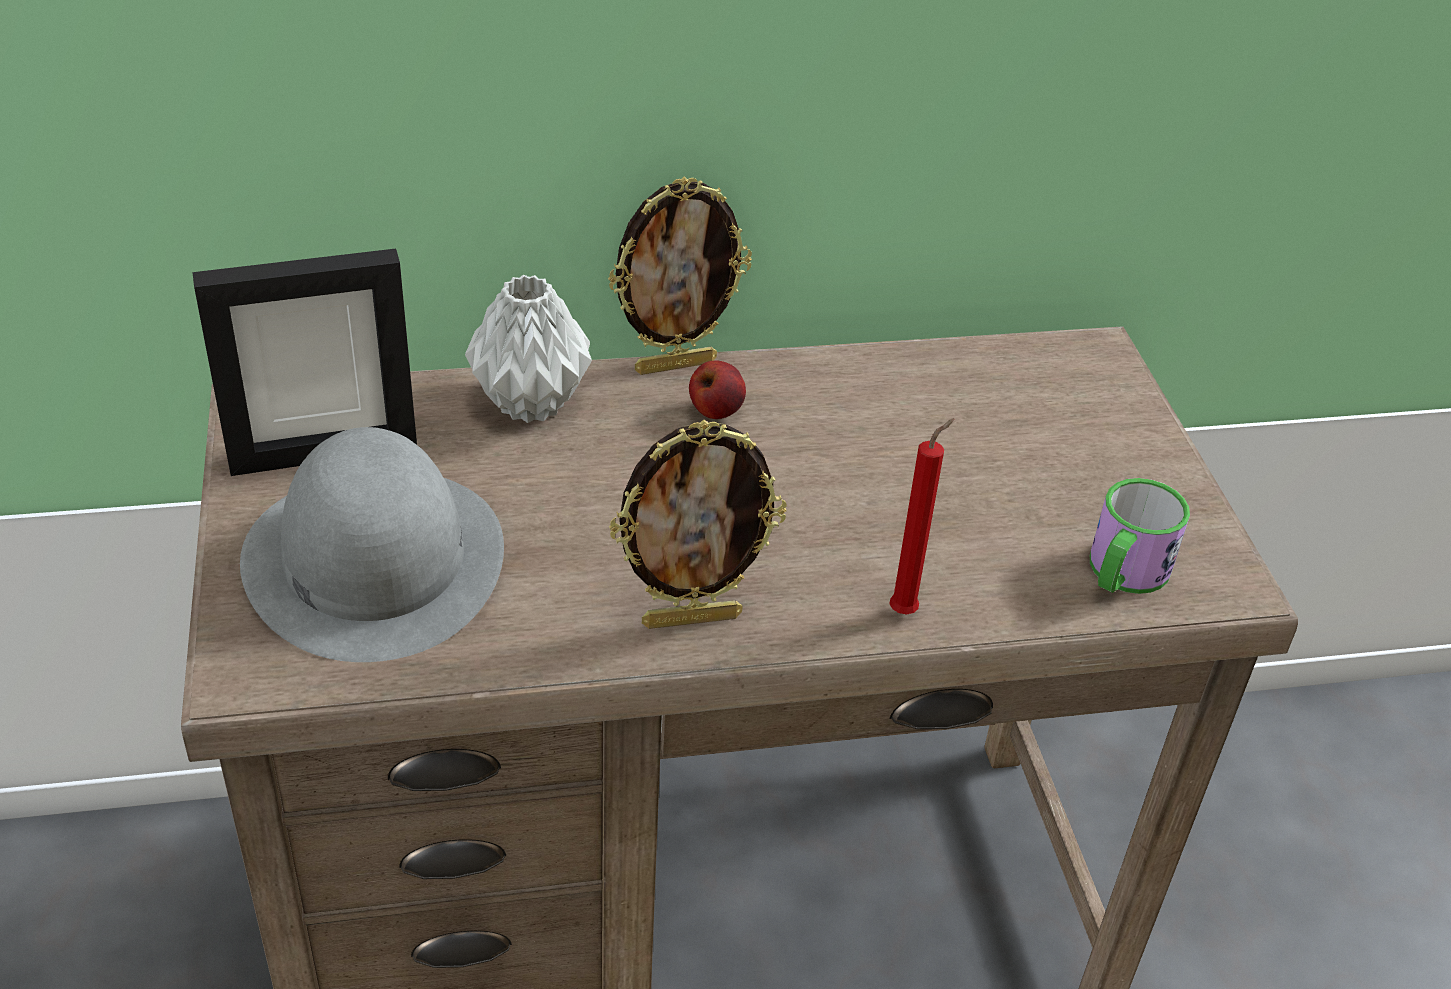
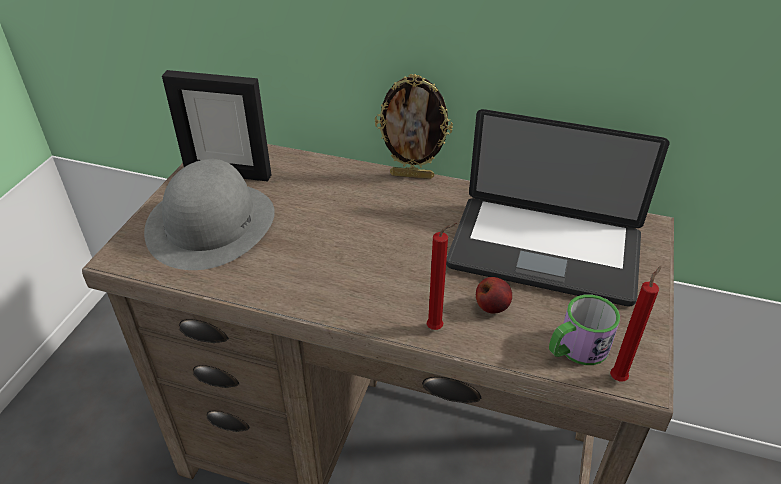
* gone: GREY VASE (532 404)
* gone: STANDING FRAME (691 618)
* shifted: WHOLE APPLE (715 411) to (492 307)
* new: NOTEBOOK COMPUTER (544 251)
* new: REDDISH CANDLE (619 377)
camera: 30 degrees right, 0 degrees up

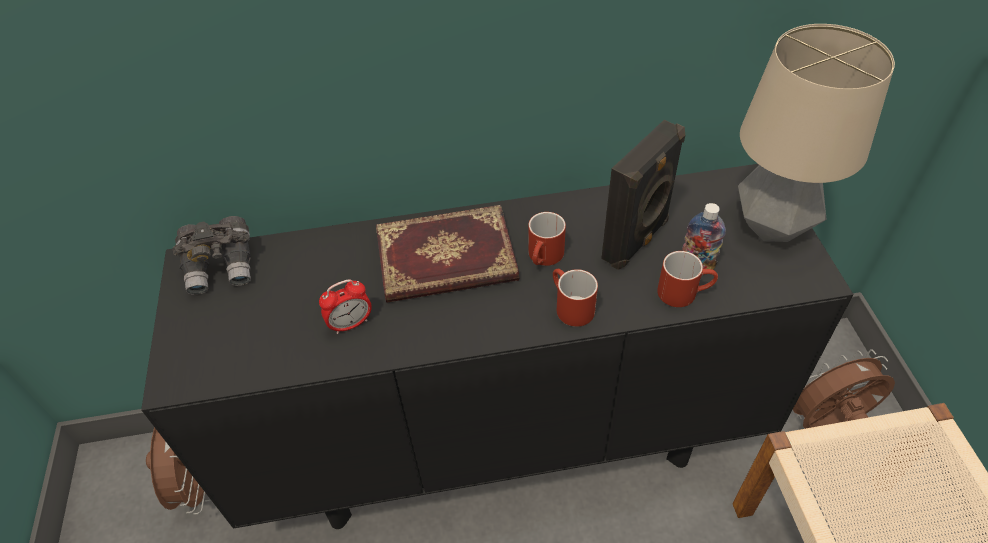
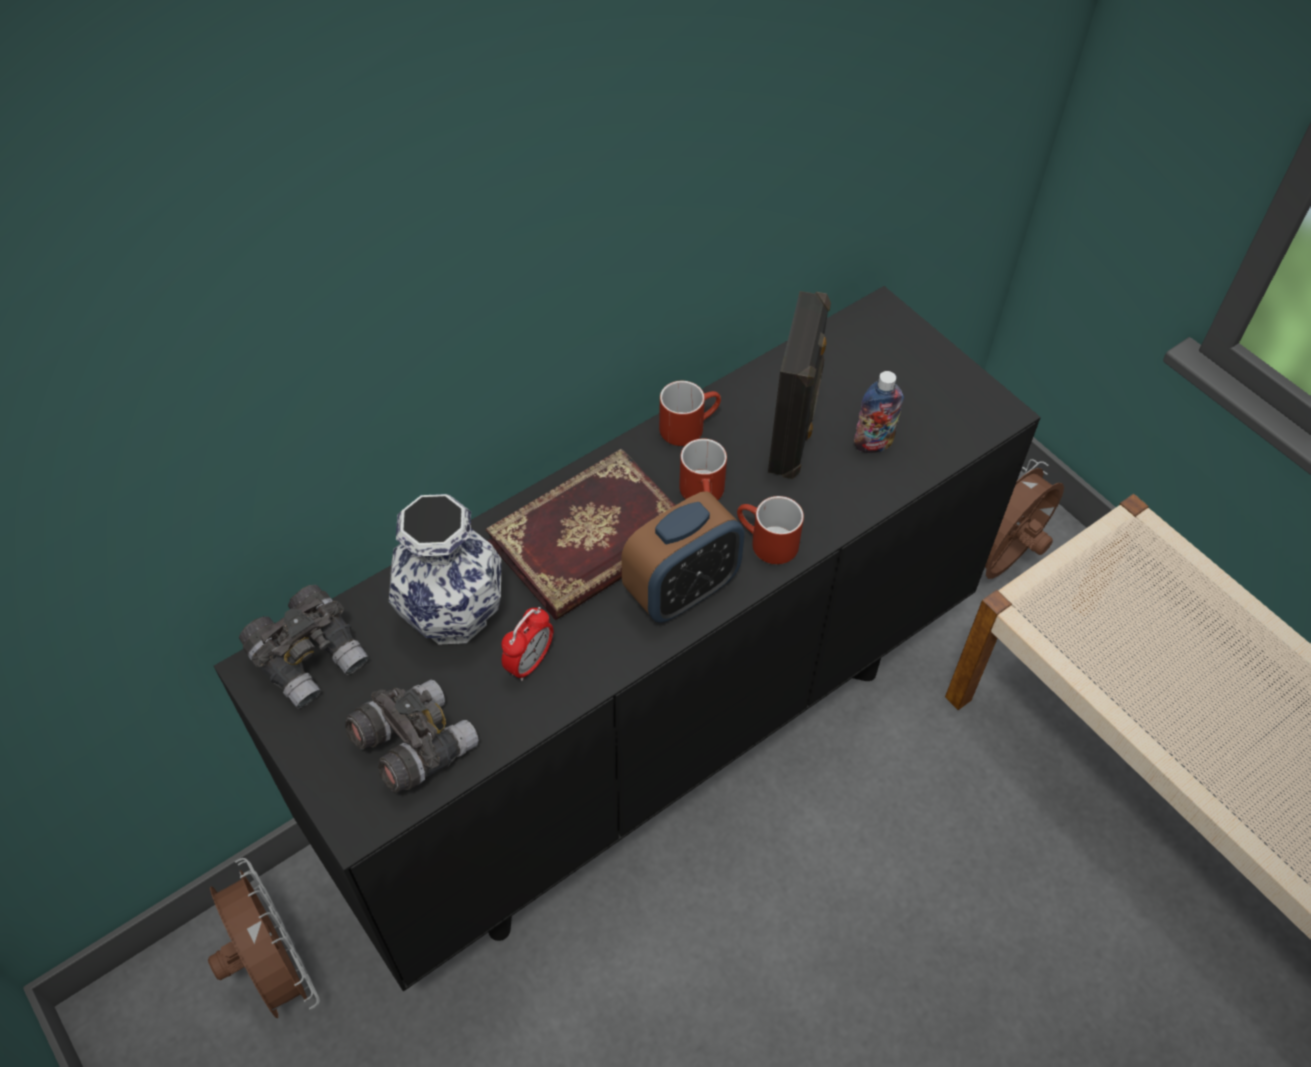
* shifted: REDDISH MUG (684 292) to (689 425)
* gone: TABLE LAMP (773 227)
* new: GREY BINOCULARS (414 745)
* new: VASE (455 615)
* new: BEDSIDE CLOCK (682 590)
camera: 30 degrees left, 5 degrees up

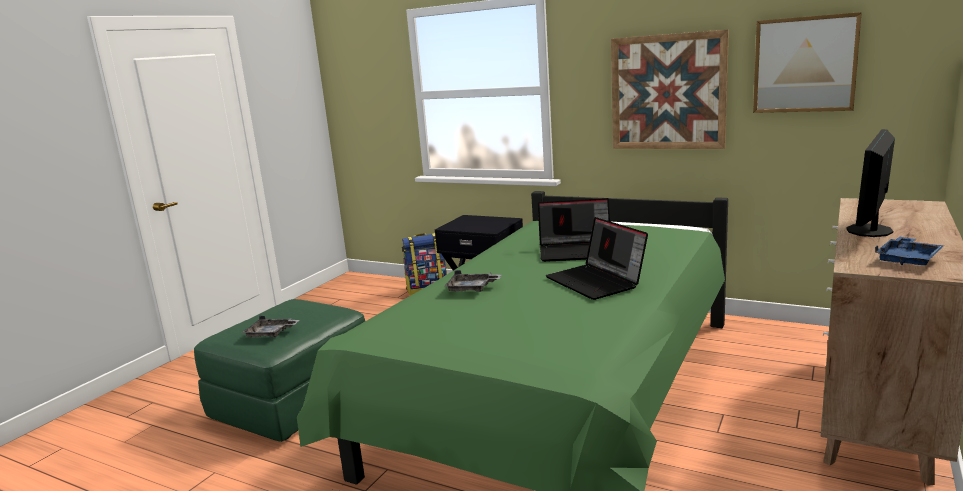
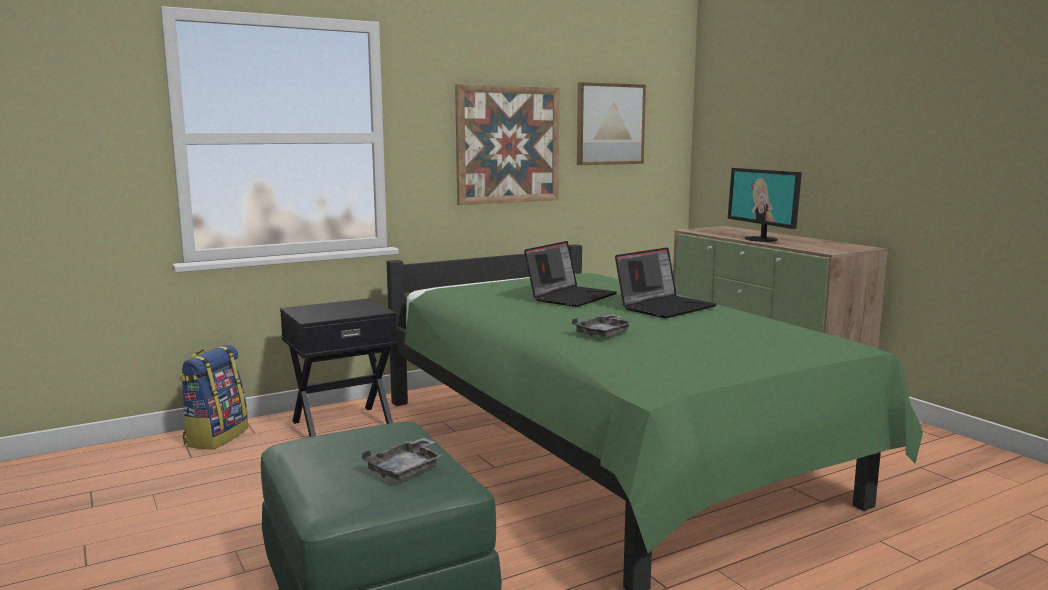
* rotated: NOTEBOOK COMPUTER (597 282) = (665 307) 45 degrees counterclockwise
* gone: BLUE TRAY (908 259)
camera: 60 degrees left, 5 degrees down

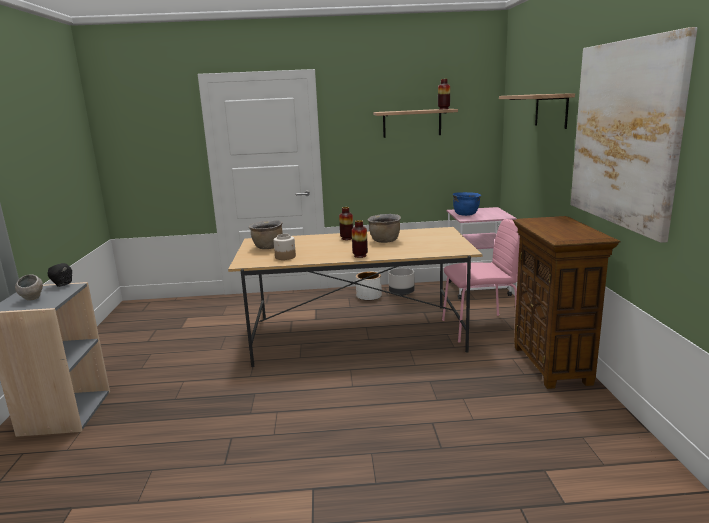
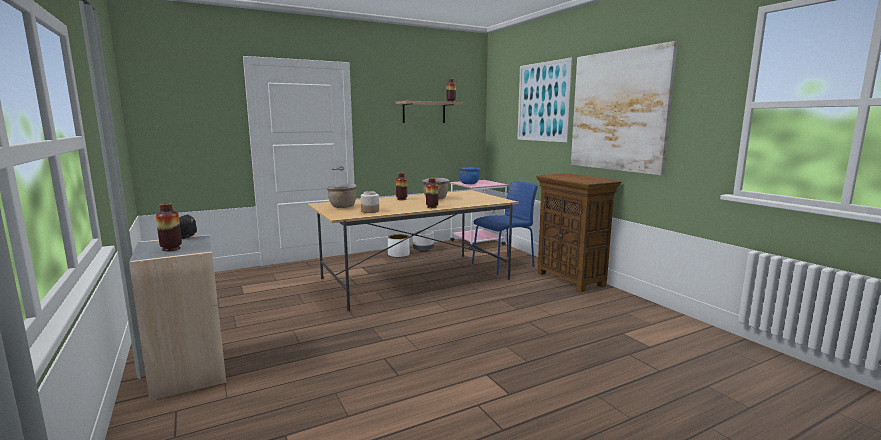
* swapped: GREY BOWL (32 300) to VASE (171 249)
* repainted: PINK UPRIGHT CHAIR (482 327) to BLUE UPRIGHT CHAIR (504 264)
* swapped: SHELF (551 110) to WALL ART (543 102)
camera: 25 degrees left, 5 degrees down

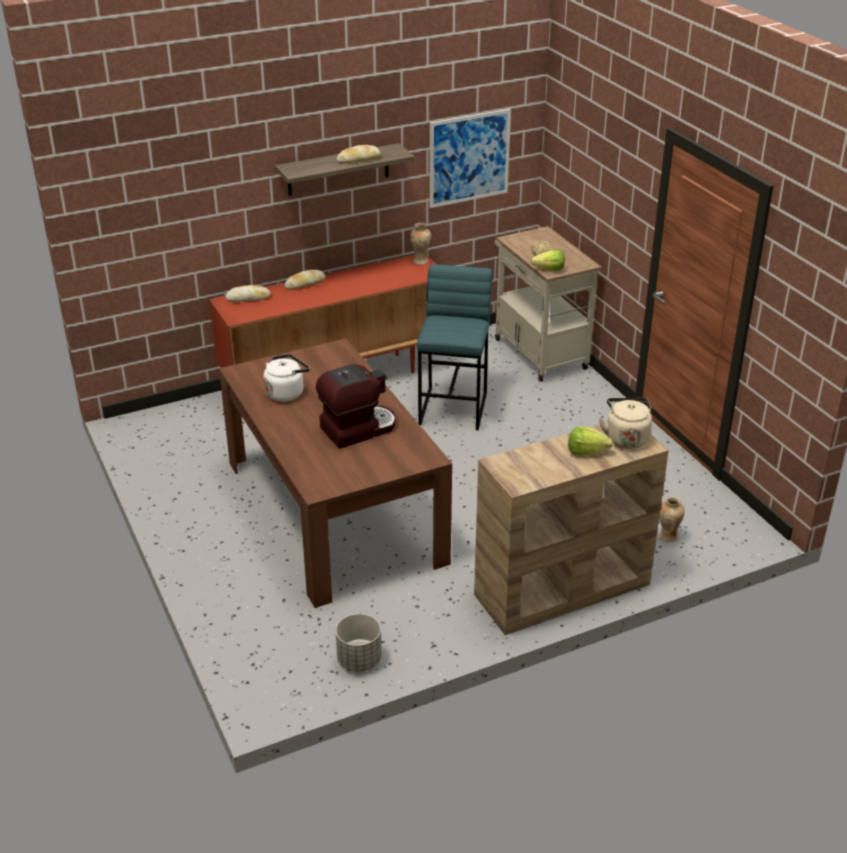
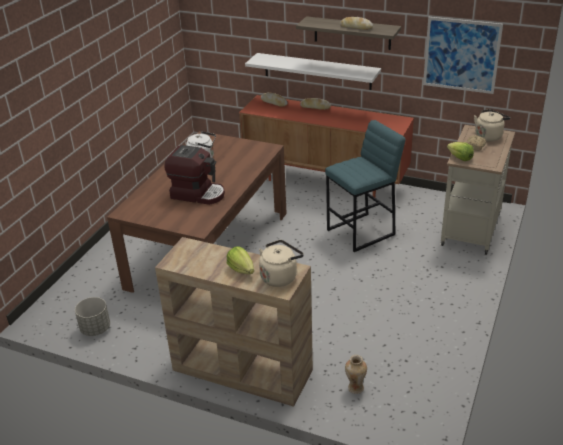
* gone: VASE (420 261)
* new: WHITE SHELF (317 71)
* new: BEIGE TEA KETTLE (489 136)
camera: 50 degrees right, 0 degrees up

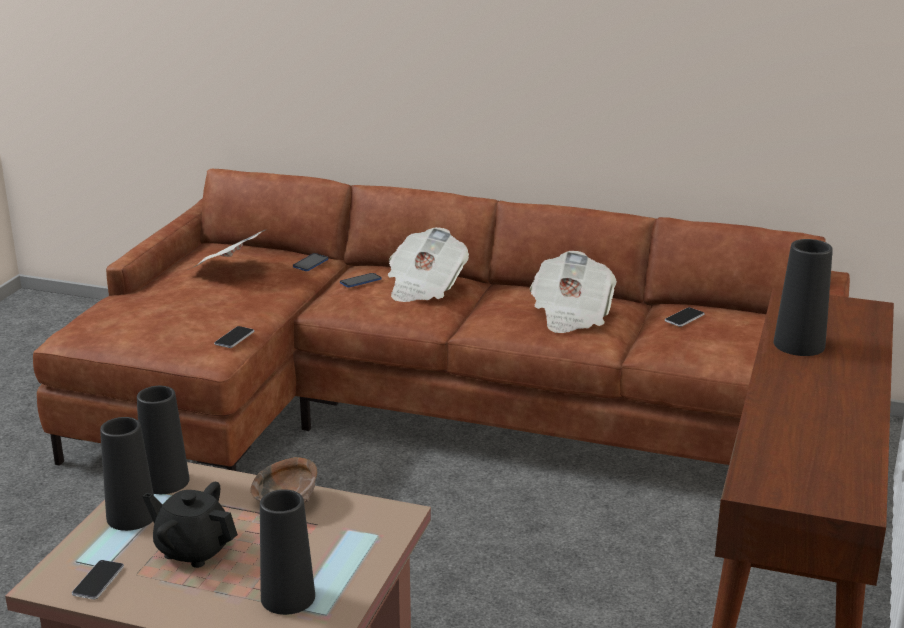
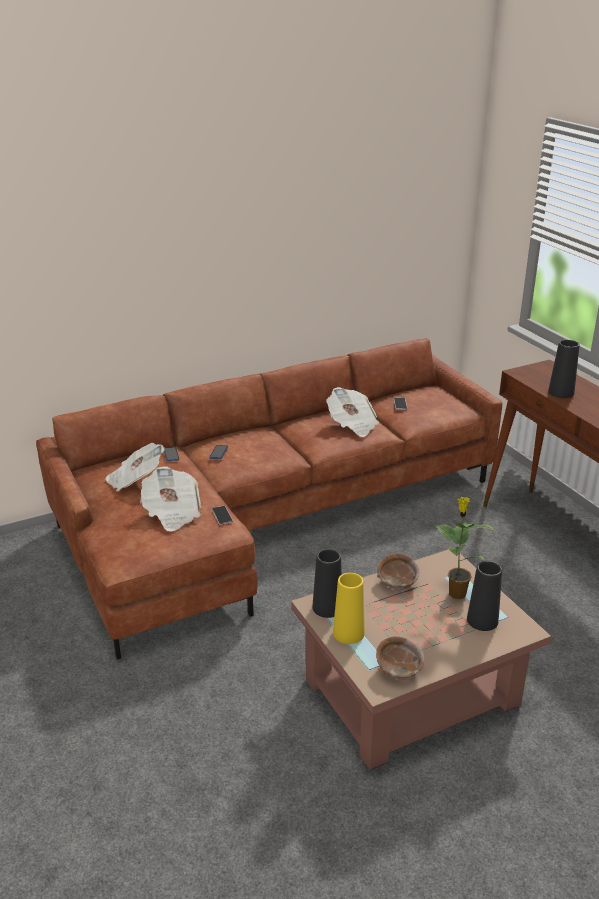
* swapped: TELEPHONE (98 581) to BROWNISH BOWL (398 669)
* repainted: BLACK VASE (131 516) to YELLOW-COLOURED VASE (348 633)
* gone: BLACK POT FOR TEA (193 550)
* shifted: NEWSPAPER (424 287) to (172 513)
* new: PLANT IN A POT (456 592)
camera: 45 degrees left, 5 degrees up

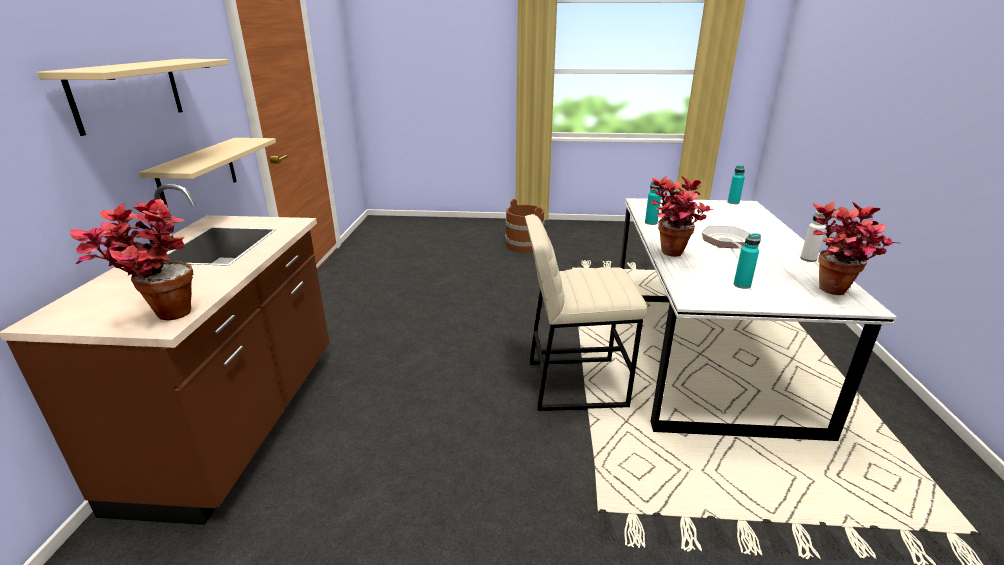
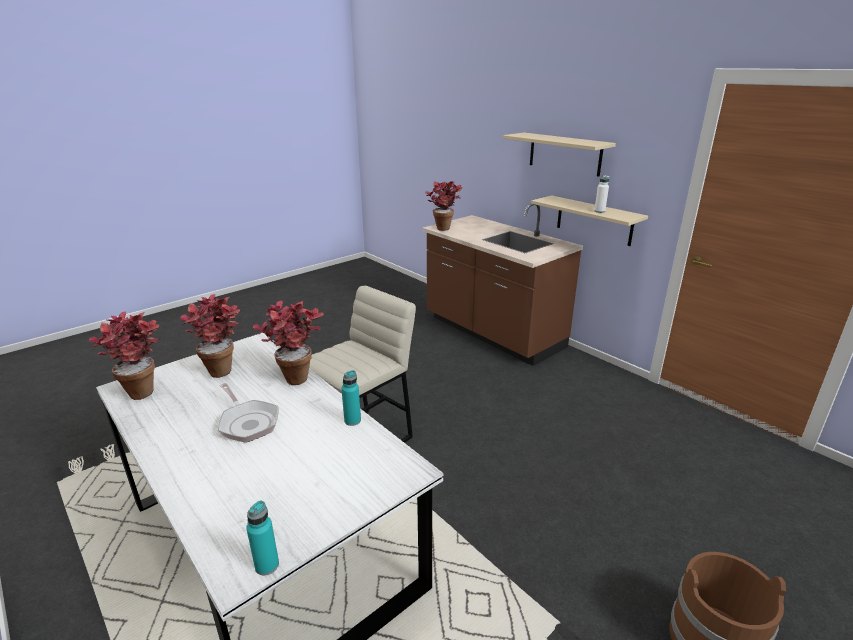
* swapped: TURQUOISE-COLOURED BOTTLE (742 285) to PLANT IN A POT (222 368)
* shifted: WHITE BOTTLE (808 259) to (599 211)
camera: 135 degrees right, 0 degrees up

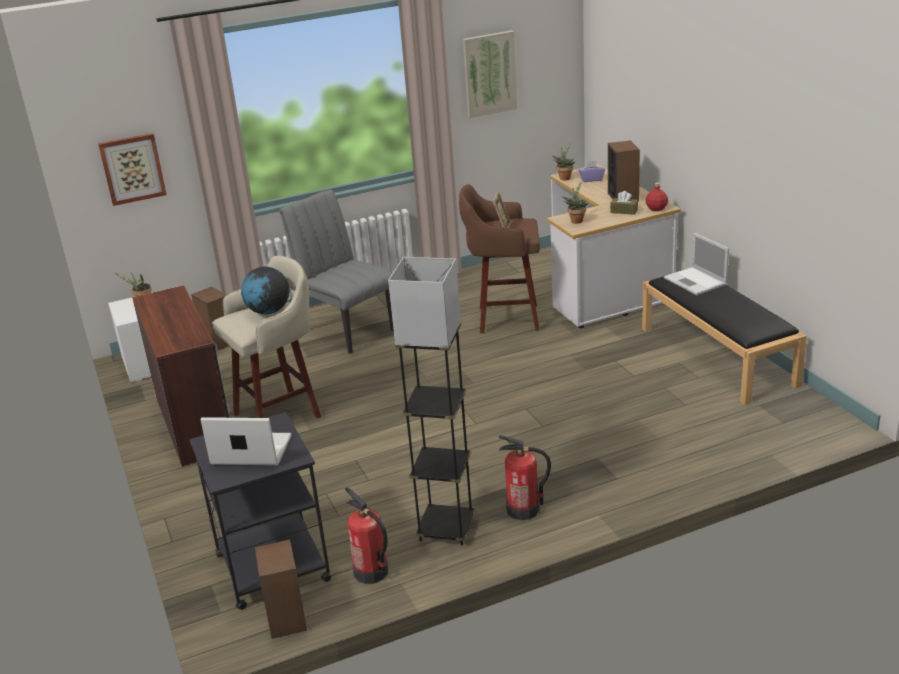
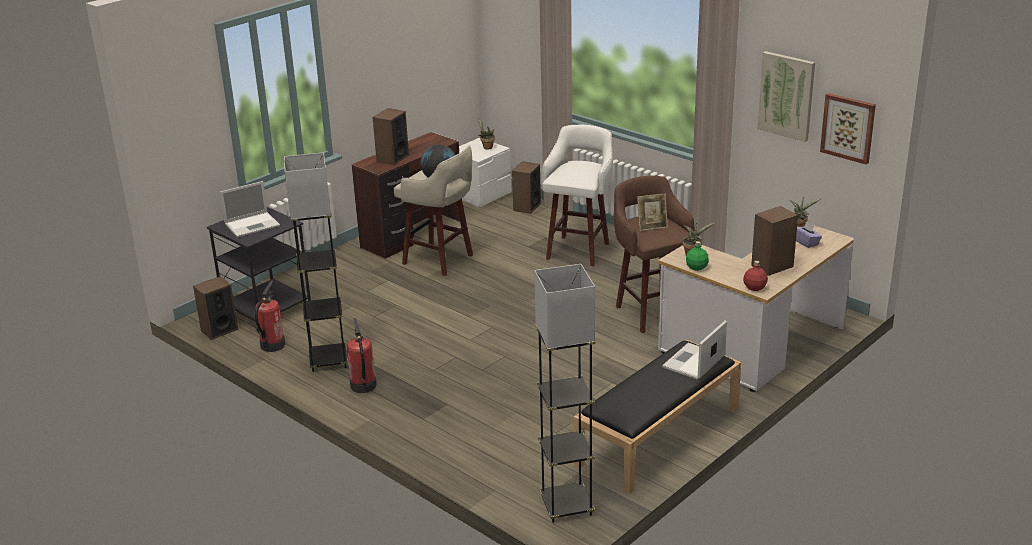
* shifted: WALL ART (132 168) to (848 127)
* rotated: NOTEBOOK COMPUTER (250 451) = (253 224) 75 degrees clockwise
* swapped: GREY UPRIGHT CHAIR (348 330) to WHITE STOOL (579 250)
* gone: BROWNISH BOX OF TISSUES (624 211)
* new: AUDIO SPEAKER (392 158)
* new: GREY FLOOR LAMP (567 506)
* new: GREEN-COLOURED BOTTLE (697 267)
camera: 65 degrees right, 0 degrees up

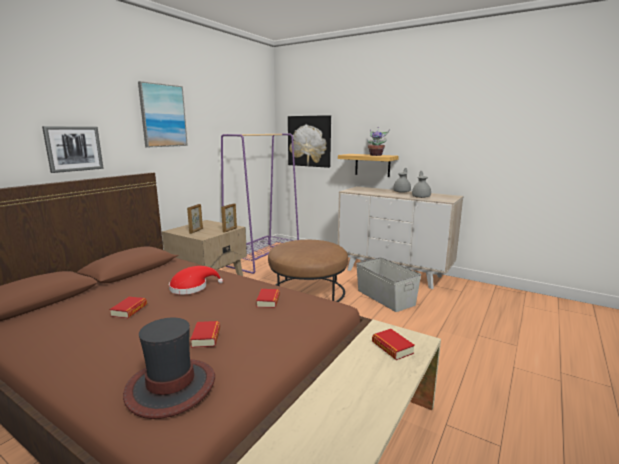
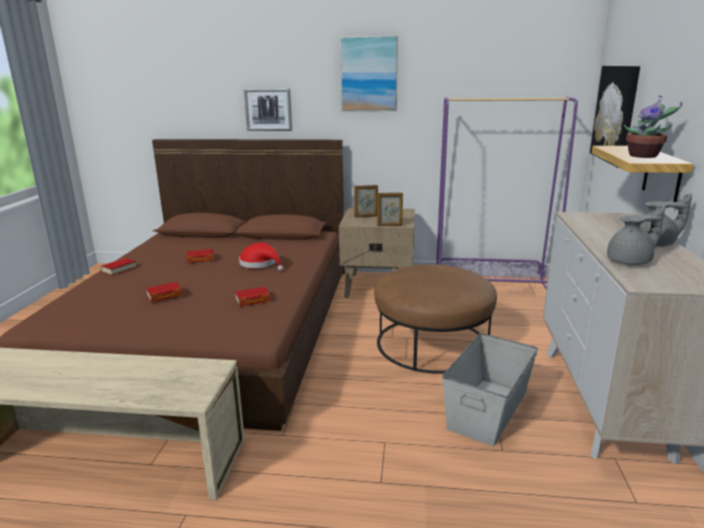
* gone: WEARABLE HAT (171 387)
* shifted: BOUND BOOK (392 348) to (119 269)
camera: 65 degrees right, 5 degrees up

